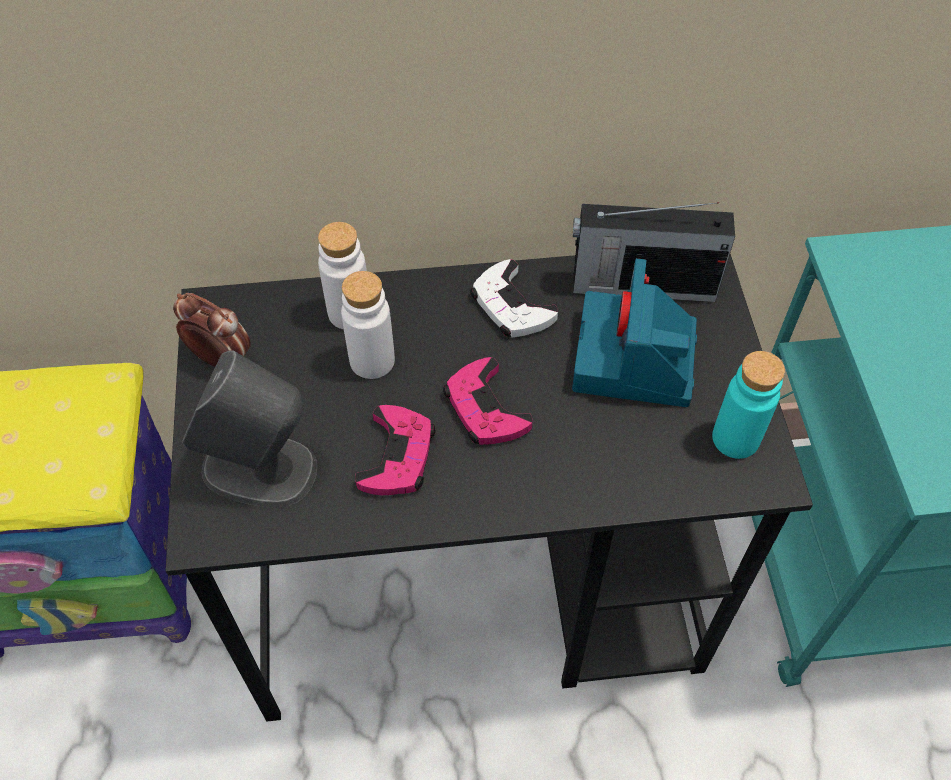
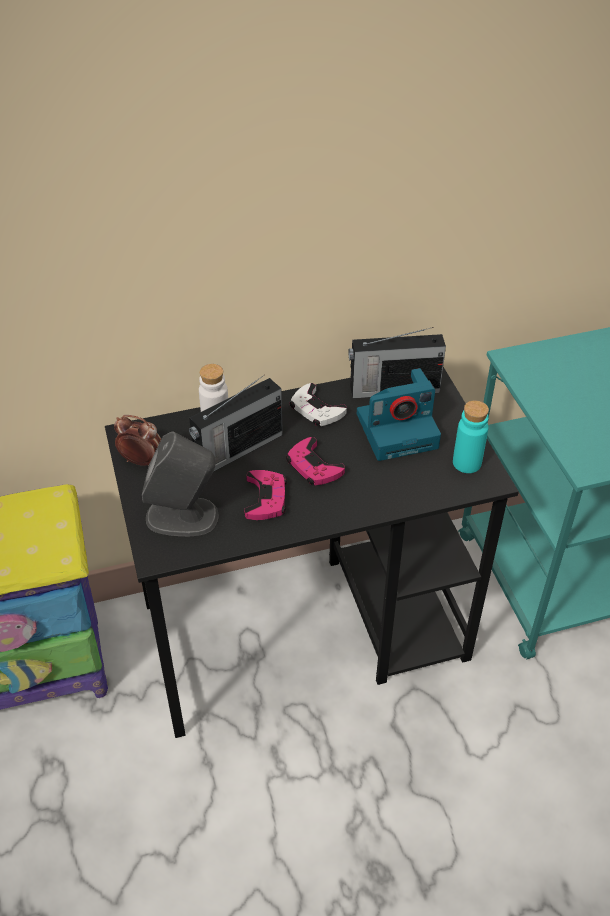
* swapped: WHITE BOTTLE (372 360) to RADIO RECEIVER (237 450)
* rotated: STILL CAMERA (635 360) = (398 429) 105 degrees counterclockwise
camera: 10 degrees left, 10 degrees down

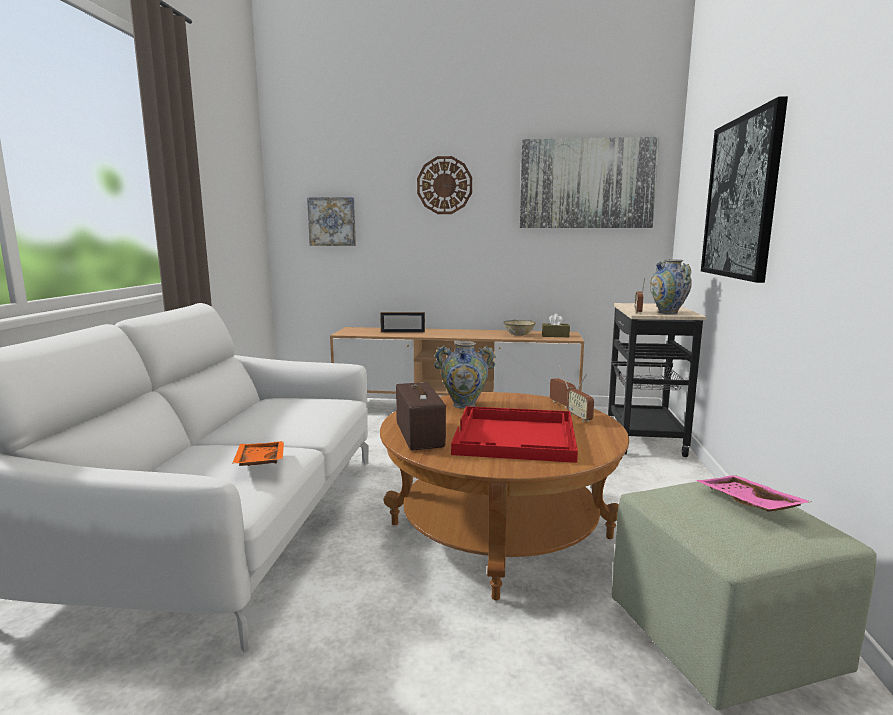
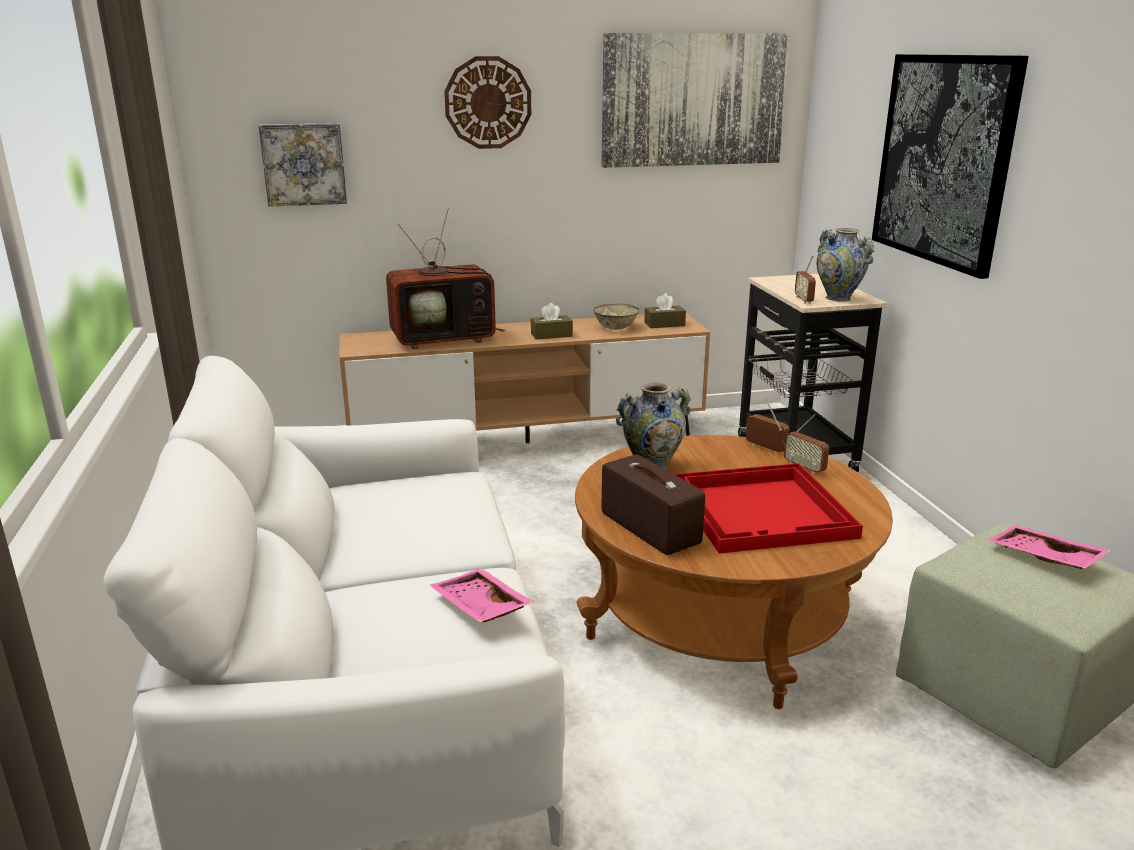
* repainted: ORANGEY TRAY (259 462) to PINK TRAY (478 608)
* swapped: STANDING FRAME (402 332) to TELEVISION (445 338)
* new: BROWNISH BOX OF TISSUES (551 335)
camera: 20 degrees left, 10 degrees up

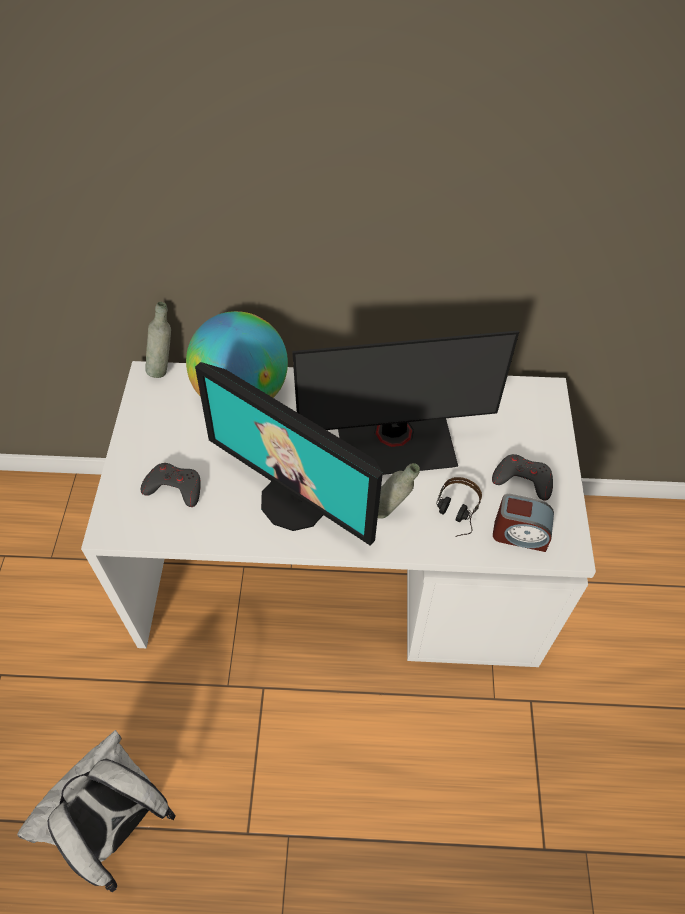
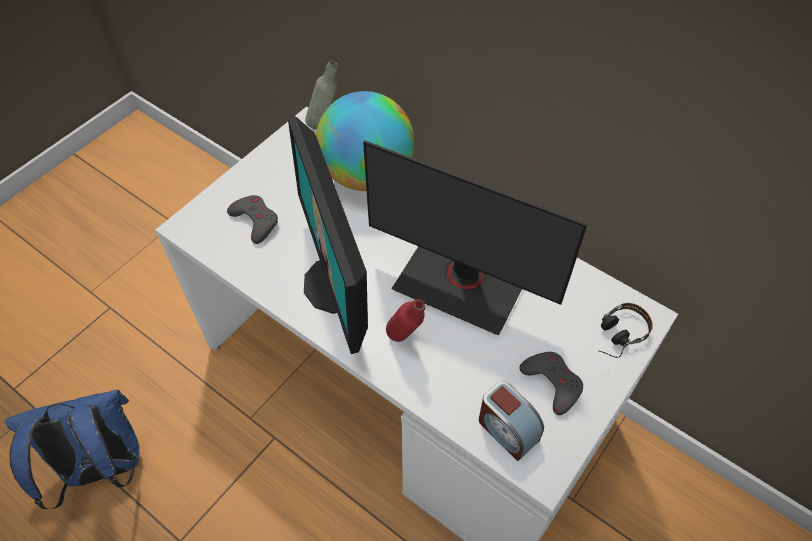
* repainted: WHITE KNAPSACK (119 824) to BLUE KNAPSACK (102 468)
* repainted: GREY BOTTLE (390 513) to REDDISH BOTTLE (405 341)
* shifted: HEADPHONES (455 514) to (616 336)
camera: 35 degrees right, 0 degrees up

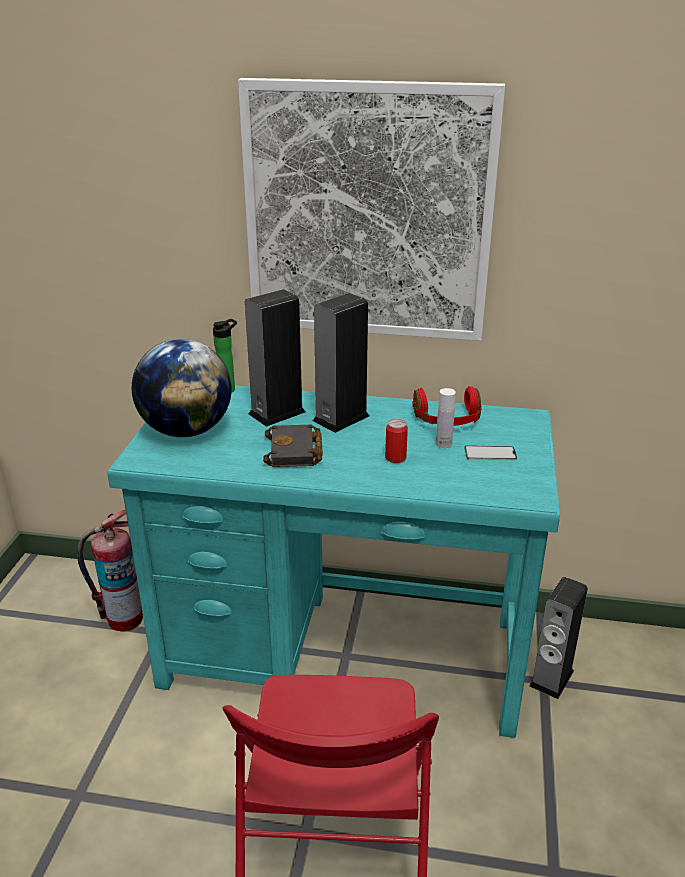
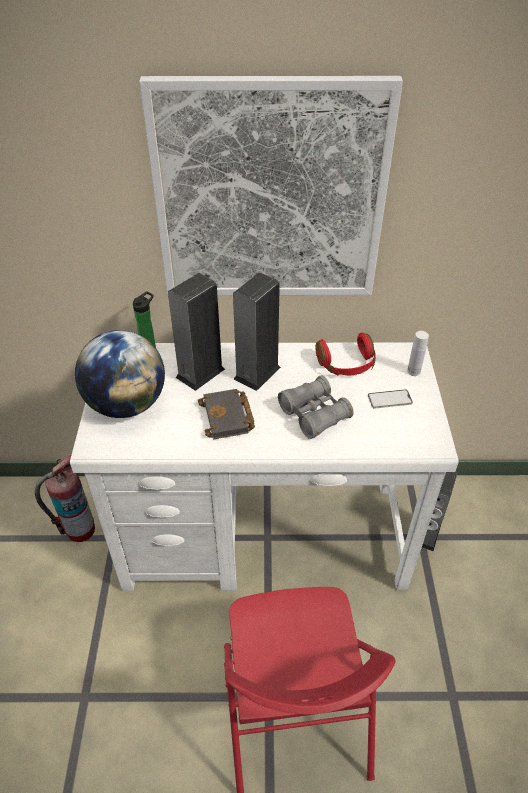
* repainted: TURQUOISE-COLOURED DESK UNIT (344 651) to WHITE DESK UNIT (265 533)
* swapped: METAL CAN (395 458) to GREY BINOCULARS (314 414)
* shifted: WHITE BOTTLE (443 444) to (413 371)
camera: 10 degrees left, 15 degrees up

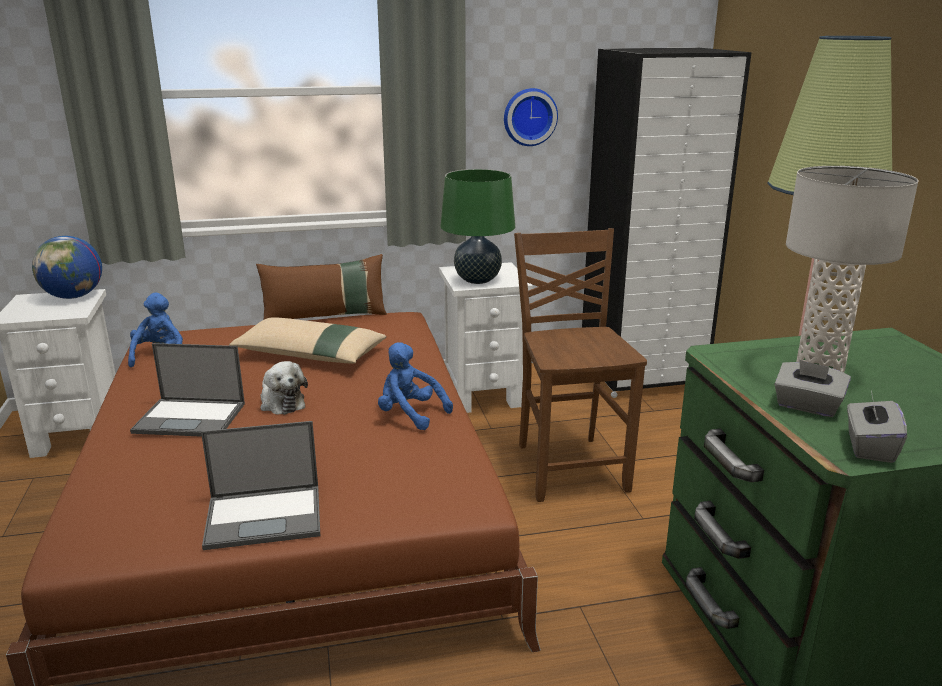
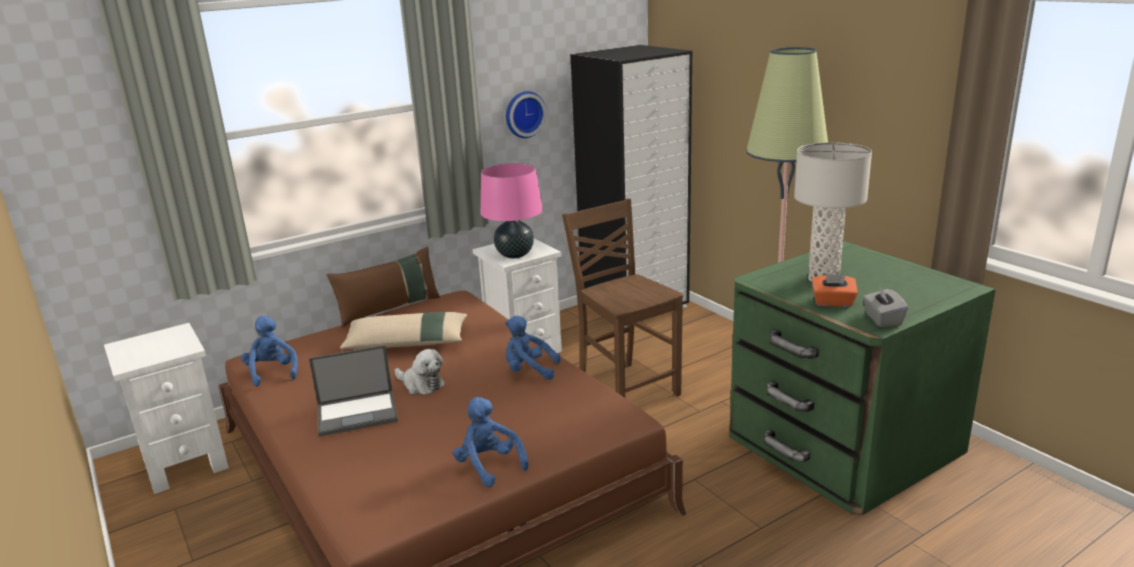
* gone: DESK GLOBE (74 297)
* swapped: NOTEBOOK COMPUTER (265 516) to BLUE SOFT TOY (489 466)
* repainted: GREEN-COLOURED TABLE LAMP (477 280) to PINK TABLE LAMP (515 255)
* repainted: GREY BOX OF TISSUES (807 406) to ORANGEY BOX OF TISSUES (833 303)
camera: 20 degrees left, 0 degrees up

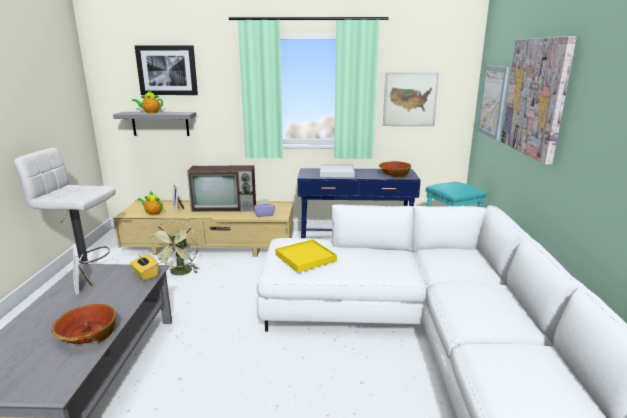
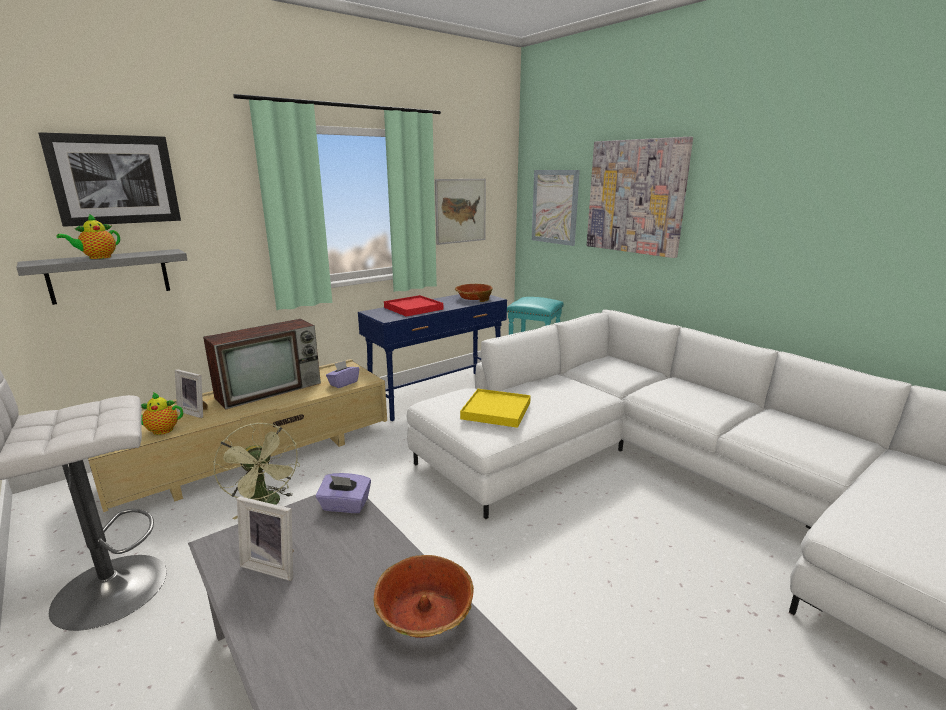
* repainted: YELLOW-COLOURED BOX OF TISSUES (145 275) to PURPLISH BOX OF TISSUES (345 506)
* repainted: WHITE TRAY (336 173) to REDDISH TRAY (413 308)
camera: 40 degrees left, 0 degrees up

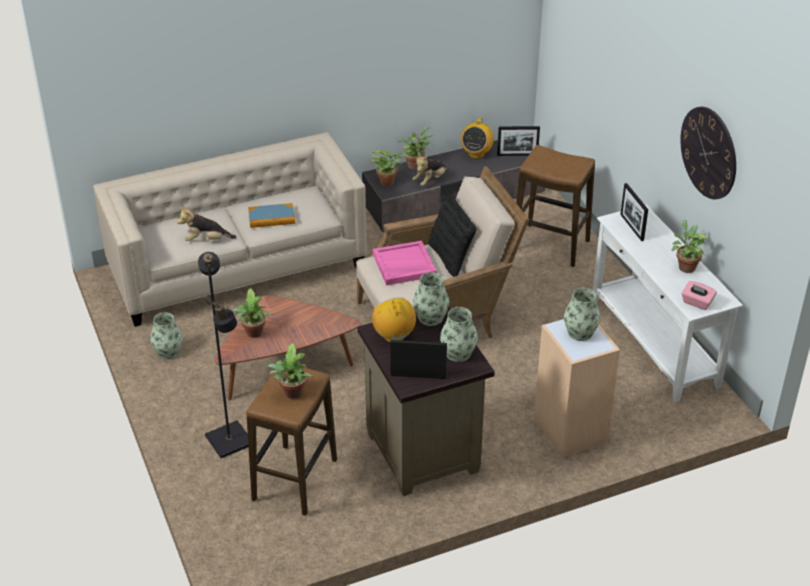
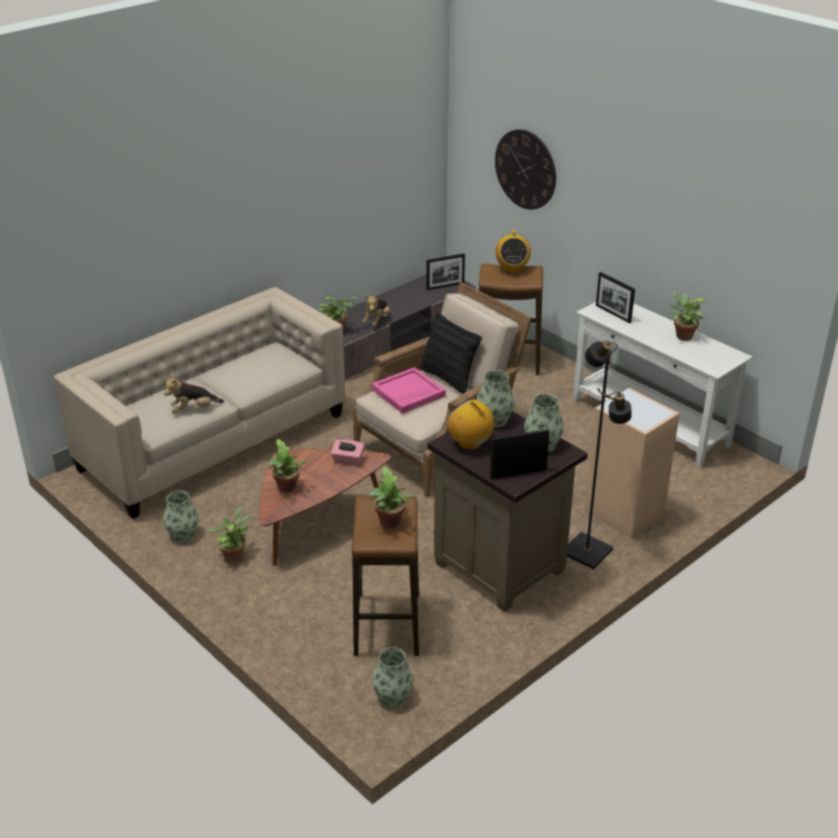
* shifted: BLACK FLOOR LAMP (229 440) to (587 552)
* gone: BOUND BOOK (271 218)
* shifted: PLANT IN A POT (415 164) to (233 556)
* shifted: RADIO RECEIVER (476 153) to (512 269)
* shifted: VASE (580 333) to (393 697)
* shifted: CLOCK ON THE WALL (708 152) to (525 169)
* shifted: PINK BOX OF TISSUES (697 303) to (348 460)
camera: 20 degrees left, 5 degrees down

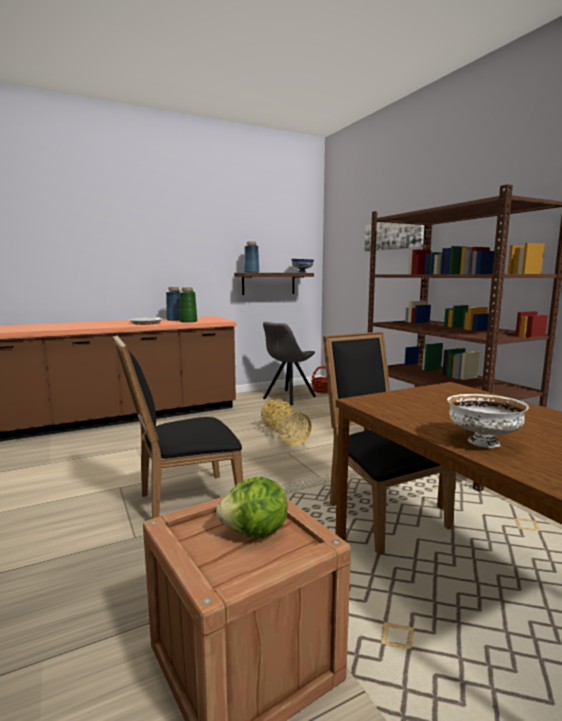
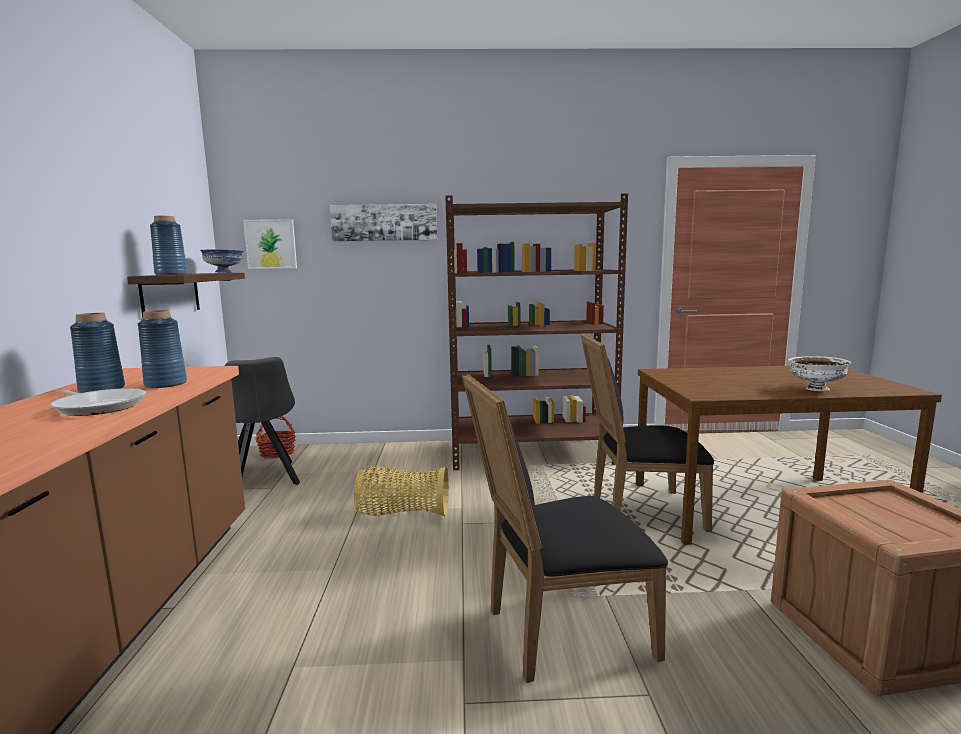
* rotated: BLACK UPRIGHT CHAIR (184 502) = (559 631) 75 degrees clockwise
* repainted: GREEN-COLOURED VASE (188 321) to BLUE VASE (166 384)
* gone: LETTUCE HEAD (255 533)
* new: WALL ART (271 244)
camera: 65 degrees left, 0 degrees up

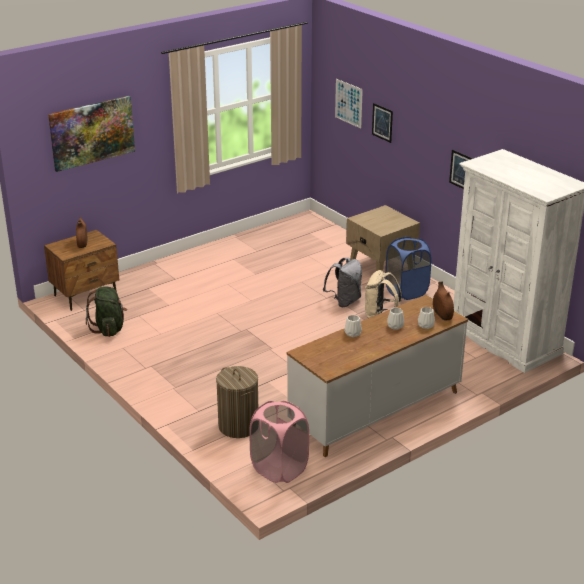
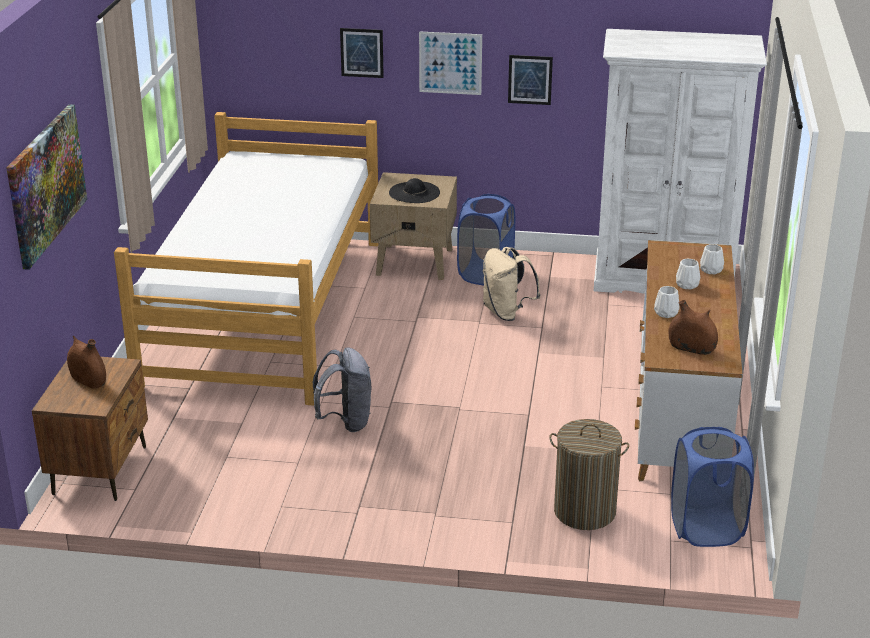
* gone: GREEN-COLOURED KNAPSACK (109 329)
* repainted: PINK HAMPER (279 469) to BLUE HAMPER (706 528)
* shifted: GREY KNAPSACK (344 301) to (345 422)
* shifted: WALL ART (348 103) to (450 63)
* shifted: BROWNISH VASE (442 314) to (691 349)
* new: SLEEPING BED (267 310)
* new: BLACK WEARABLE HAT (414 192)
camera: 45 degrees left, 0 degrees up

